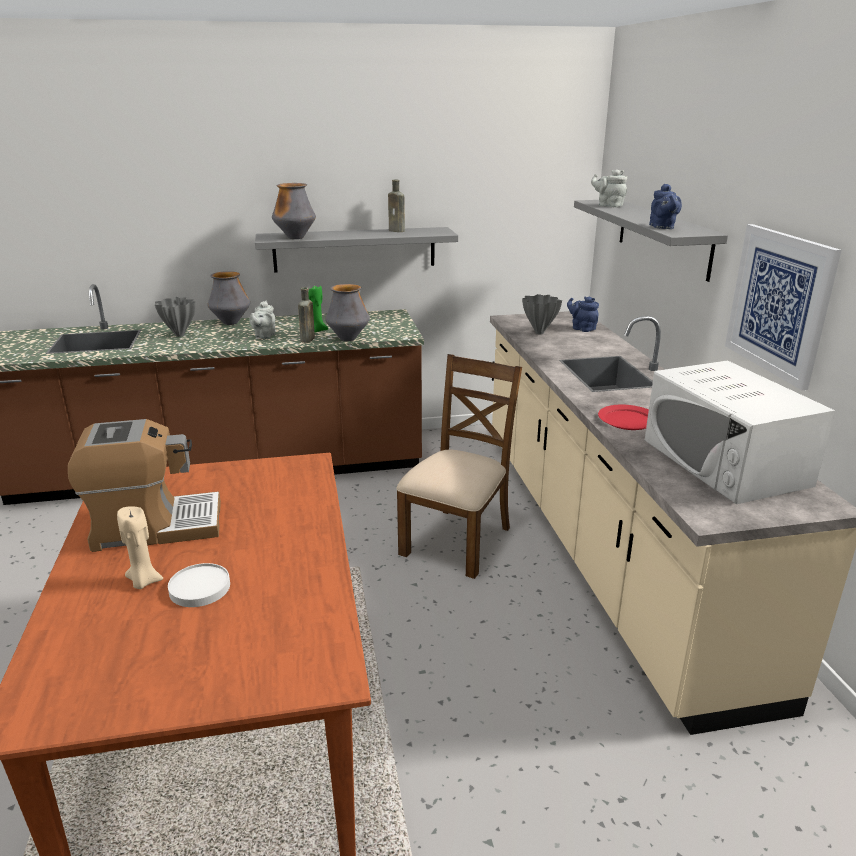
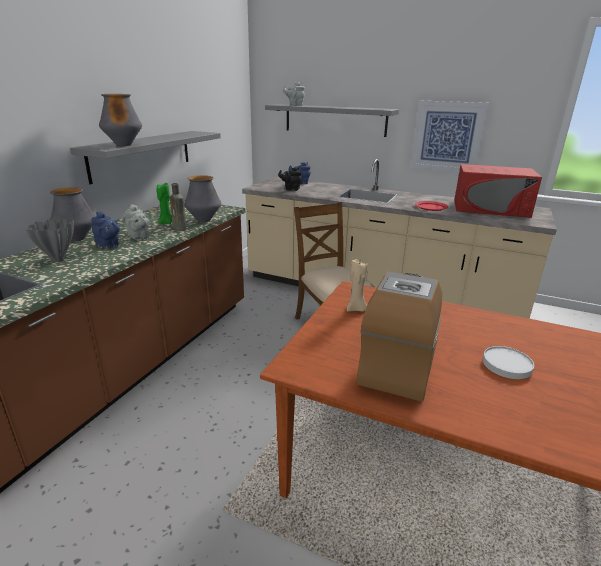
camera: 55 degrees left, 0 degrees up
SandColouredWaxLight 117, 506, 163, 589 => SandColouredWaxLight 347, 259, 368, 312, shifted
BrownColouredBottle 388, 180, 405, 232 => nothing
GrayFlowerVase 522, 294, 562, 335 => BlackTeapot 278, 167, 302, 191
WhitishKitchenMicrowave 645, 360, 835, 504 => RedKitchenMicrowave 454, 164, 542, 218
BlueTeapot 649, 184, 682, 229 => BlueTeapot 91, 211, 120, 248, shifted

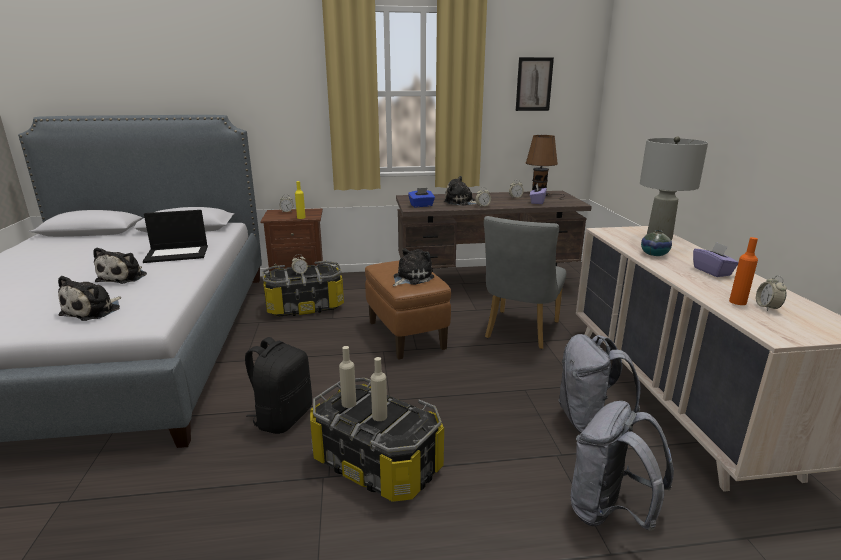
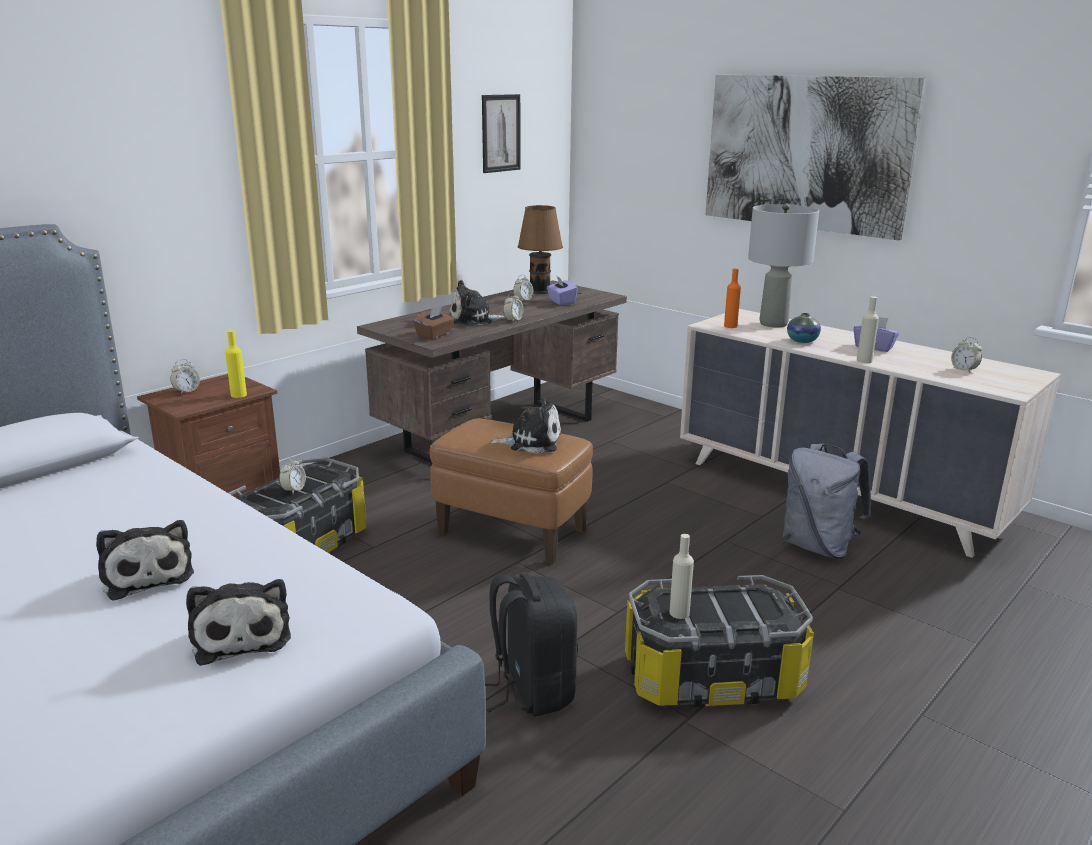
camera: 40 degrees left, 0 degrees up
NotebookComputer 143, 210, 208, 263 => nothing
SandColouredBottle 371, 357, 387, 421 => SandColouredBottle 857, 296, 879, 363, shifted
PlushToy 393, 248, 434, 287 => PlushToy 491, 397, 561, 454, 90 degrees clockwise
BlueTissueBox 408, 188, 435, 207 => BrownColouredTissueBox 413, 306, 455, 340
GrayPlainChair 484, 216, 566, 349 => nothing
GrayBackpack 571, 401, 674, 531 => nothing
OrangeBottle 729, 237, 758, 305 => OrangeBottle 724, 269, 741, 328, shifted
nothing => WallPicture 705, 75, 927, 240

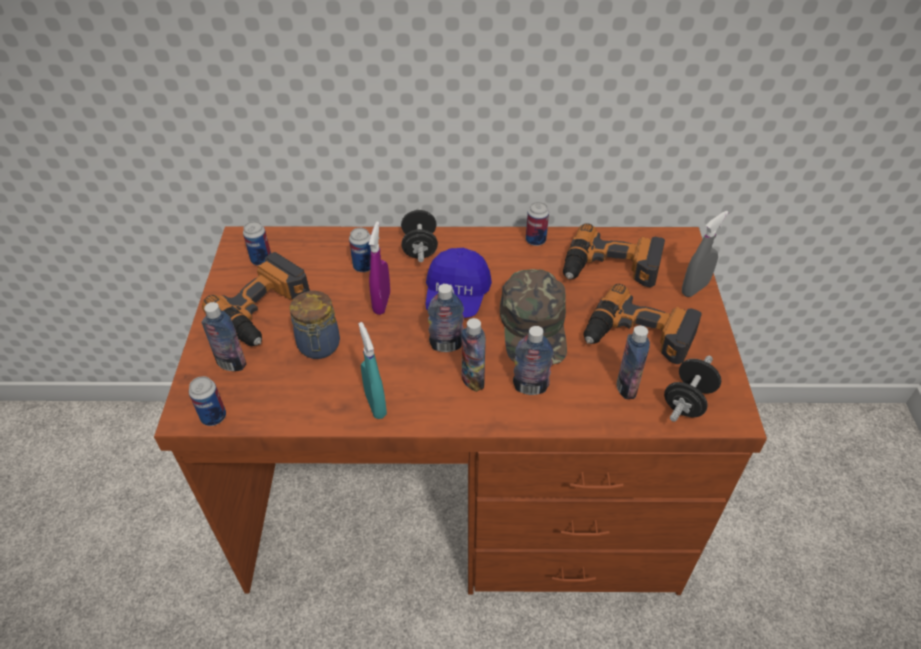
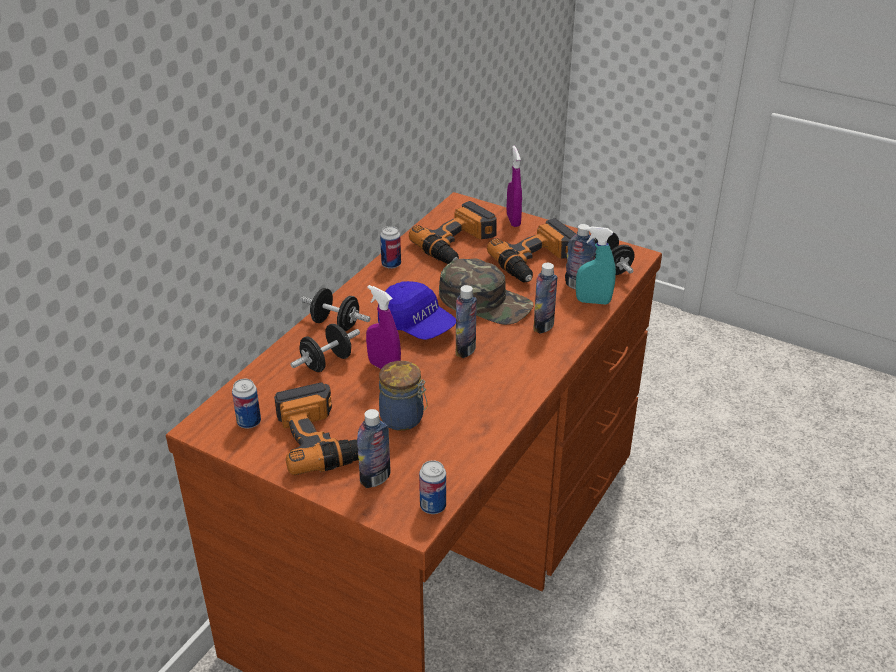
camera: 60 degrees left, 10 degrees down
Can 349, 228, 371, 272 => BlackFreeWeight 291, 324, 360, 372
TurquoiseColouredSprayBottle 359, 322, 387, 419 => TurquoiseColouredSprayBottle 576, 226, 616, 304, shifted
Bottle 461, 318, 486, 392 => nothing
GraySprayBottle 682, 211, 728, 297 => PurpleSprayBottle 507, 146, 522, 227

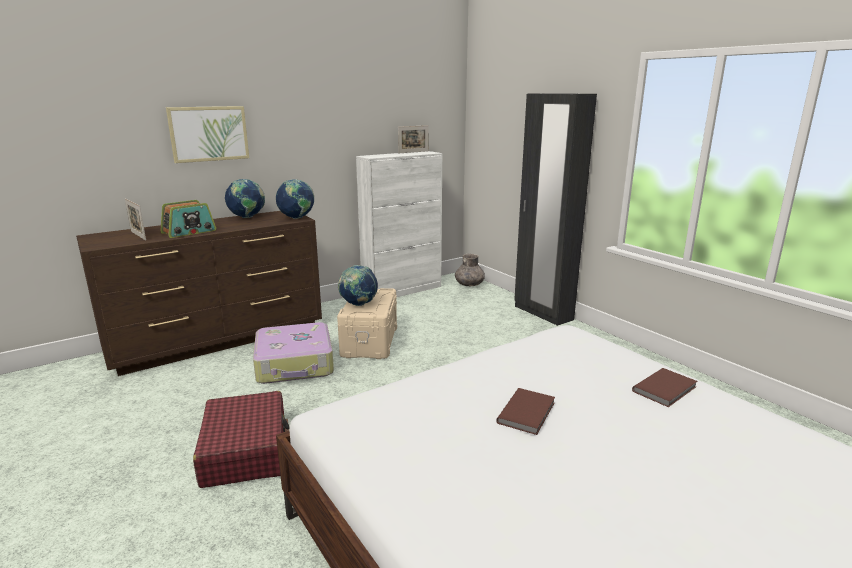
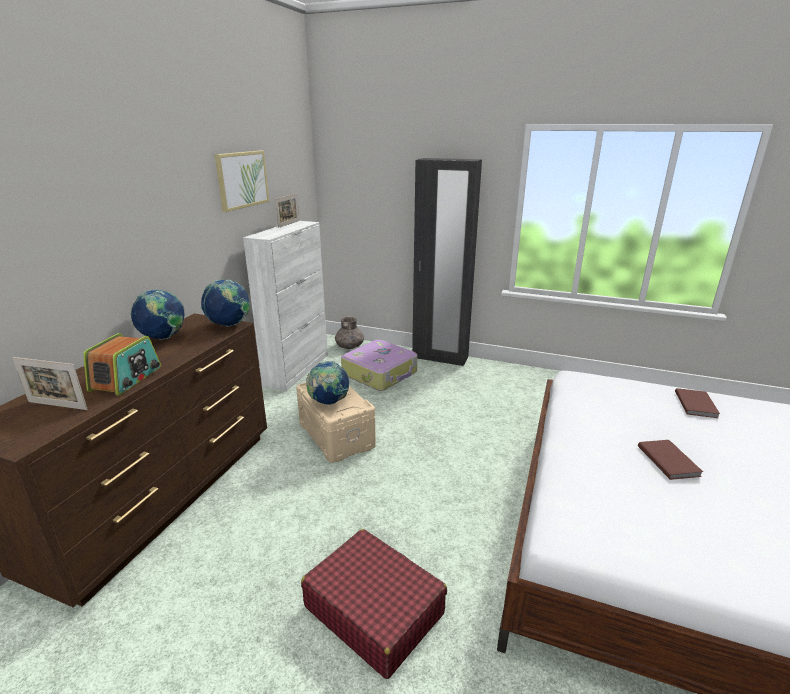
camera: 35 degrees left, 5 degrees up
WallPicture 166, 106, 249, 163 => WallPicture 214, 150, 269, 212, shifted
PieceOfLuggage 253, 322, 334, 384 => PieceOfLuggage 341, 340, 417, 391, shifted

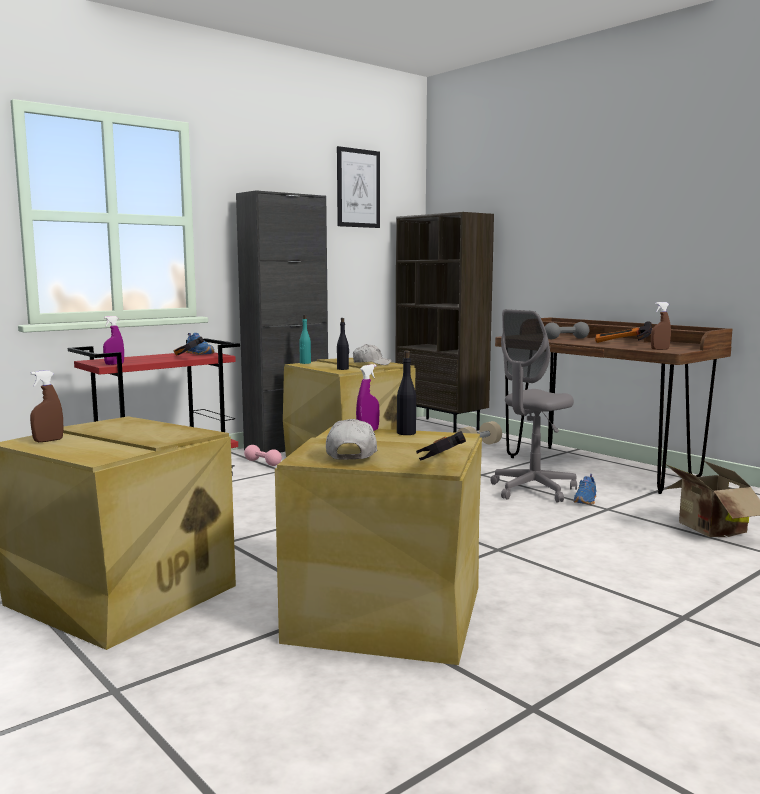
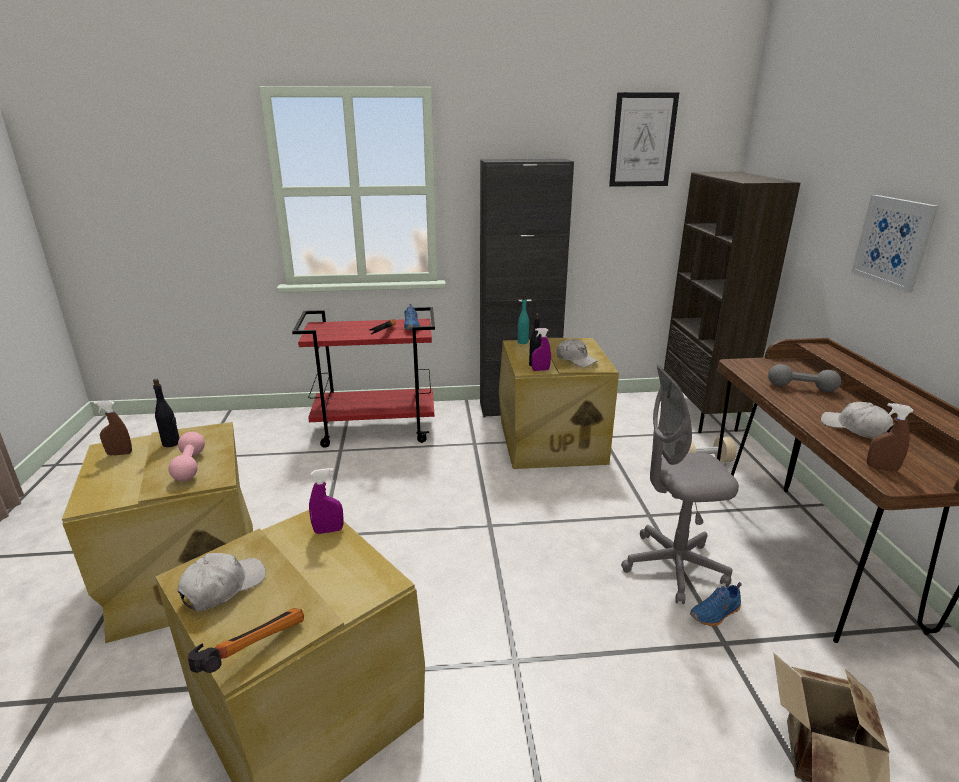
camera: 35 degrees right, 15 degrees up
PurpleSprayBottle 103, 316, 124, 365 => PurpleSprayBottle 532, 328, 551, 371, shifted
PinkColouredFreeWeight 244, 445, 282, 466 => PinkColouredFreeWeight 169, 432, 205, 481, shifted
BlackBottle 397, 351, 416, 435 => BlackBottle 153, 379, 180, 447, shifted
ToolHammer 595, 322, 652, 343 => WhitishPeakedCap 821, 402, 893, 439
nothing => WallPicture 851, 195, 939, 293

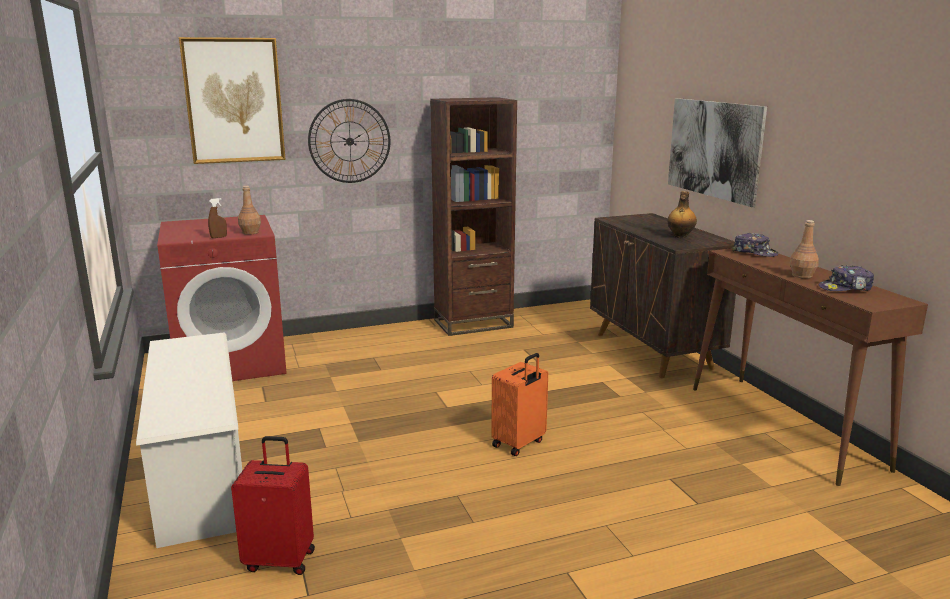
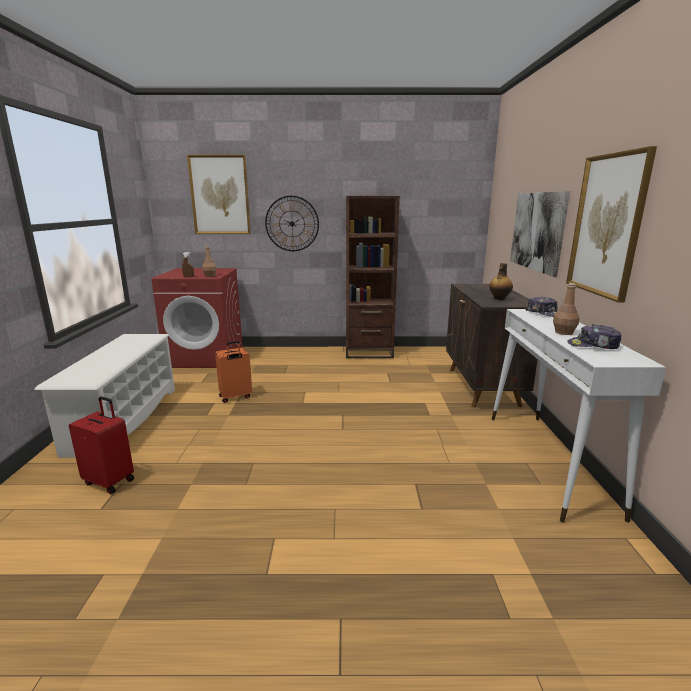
camera: 20 degrees right, 0 degrees up
OrangePieceOfLuggage 491, 353, 548, 456 => OrangePieceOfLuggage 215, 341, 252, 403, shifted
BrownColouredConsoleTable 693, 248, 928, 486 => WhitishConsoleTable 492, 309, 666, 523
nothing => WallPicture 566, 146, 657, 303

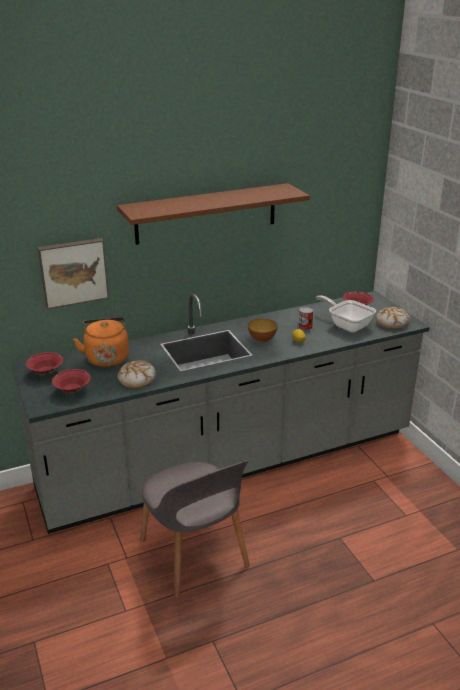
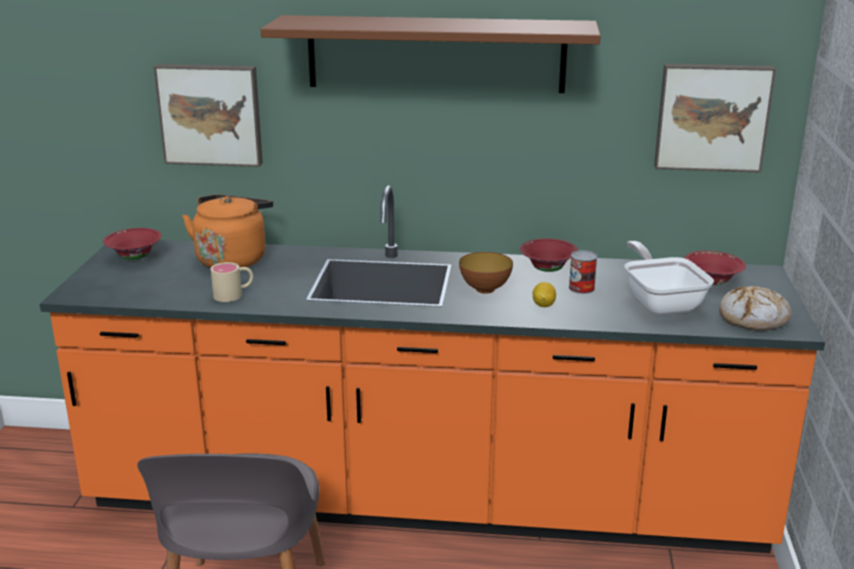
camera: 30 degrees right, 5 degrees down
GrayKitchenCounter 11, 291, 430, 534 => OrangeKitchenCounter 40, 185, 825, 553
RedServingBowl 52, 369, 91, 394 => RedServingBowl 520, 238, 578, 272, shifted
BakeryBread 117, 360, 156, 389 => SandColouredMug 211, 262, 253, 302
nothing => WallPicture 654, 64, 776, 173

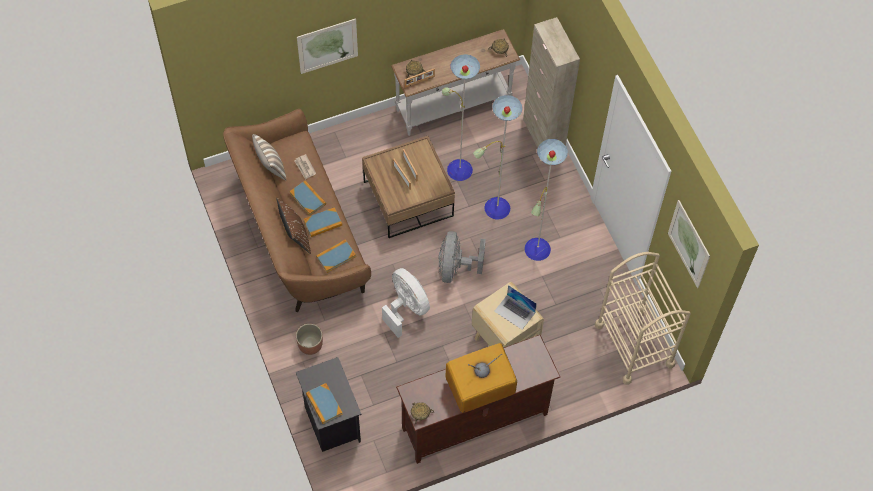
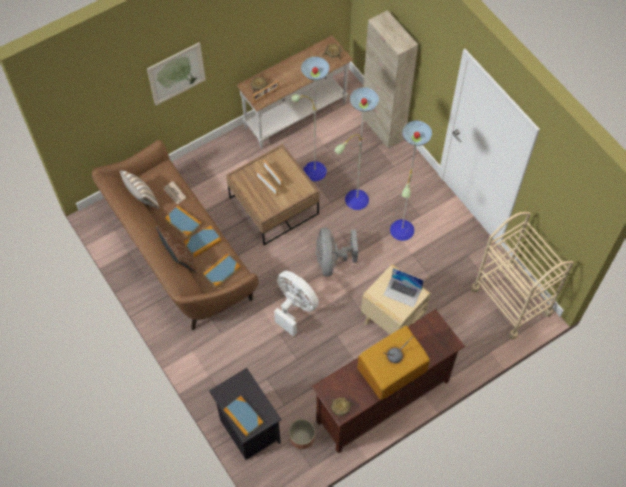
camera: 10 degrees left, 0 degrees up
Planter 296, 324, 323, 355 => Planter 289, 419, 315, 449, shifted
WallPicture 668, 200, 710, 288 => nothing

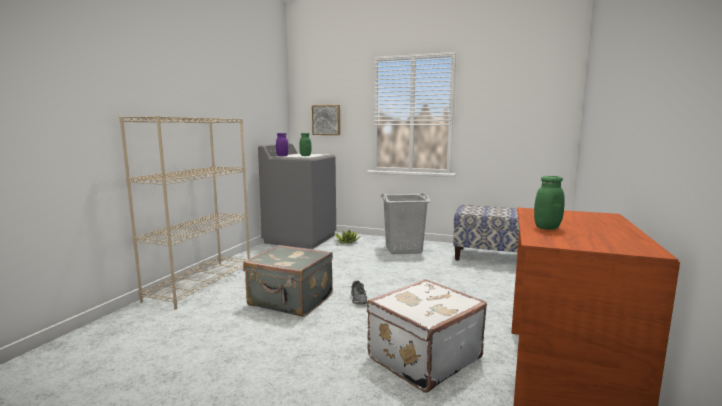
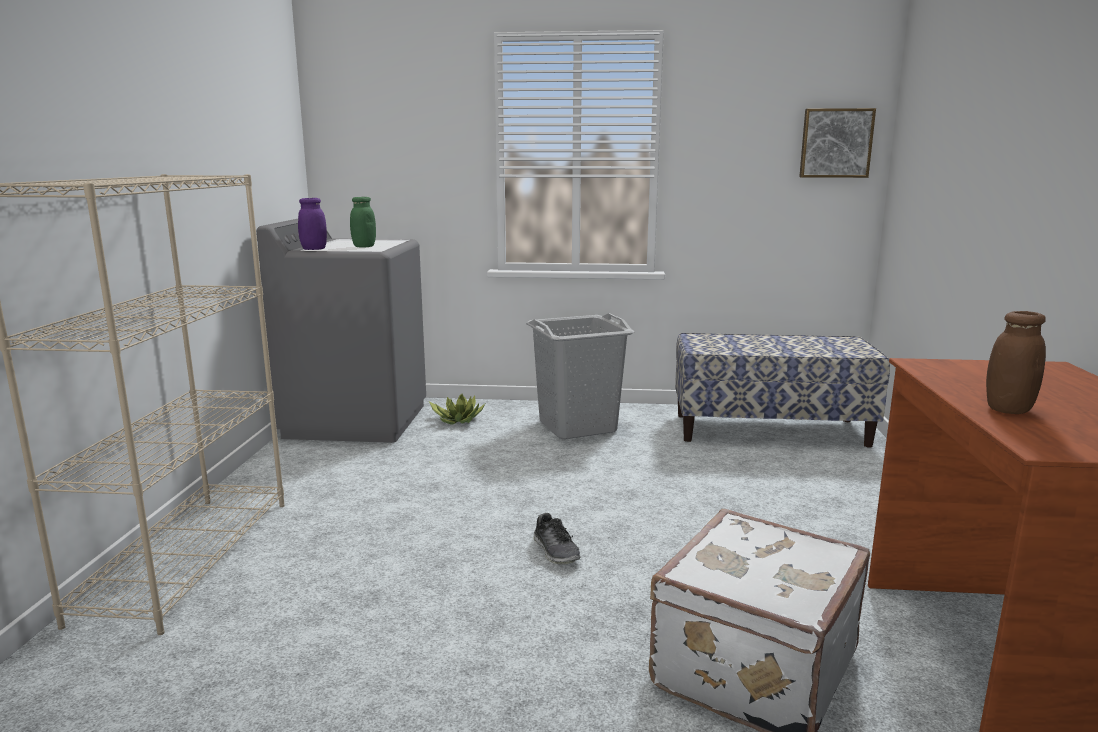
camera: 15 degrees left, 5 degrees up
GrayPieceOfLuggage 243, 245, 333, 317 => nothing
WallPicture 312, 105, 340, 135 => WallPicture 799, 108, 876, 178, shifted
GreenJar 534, 176, 565, 230 => BrownColouredJar 986, 311, 1046, 414

